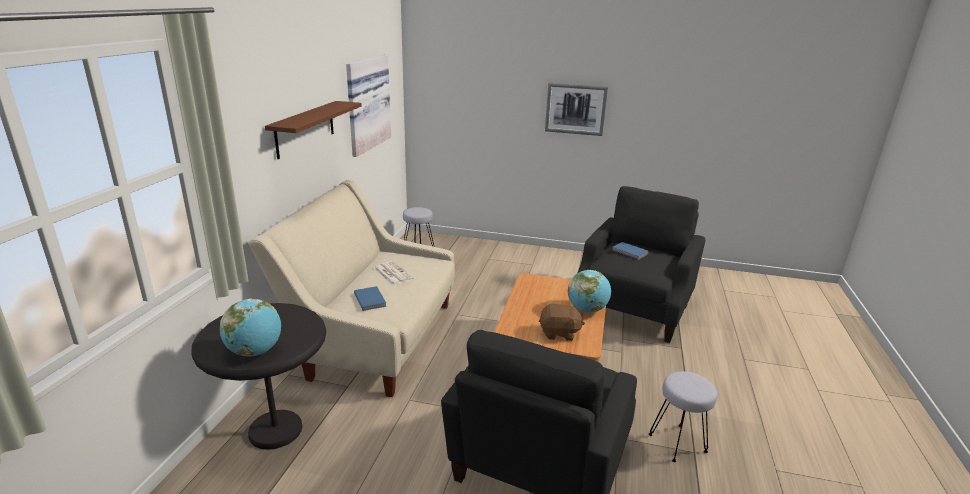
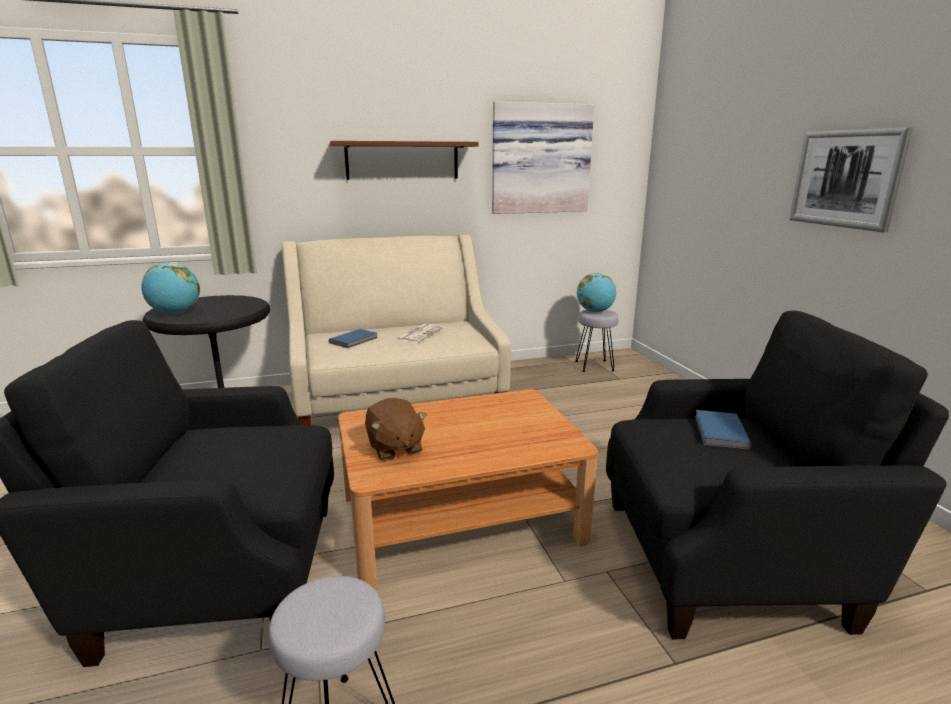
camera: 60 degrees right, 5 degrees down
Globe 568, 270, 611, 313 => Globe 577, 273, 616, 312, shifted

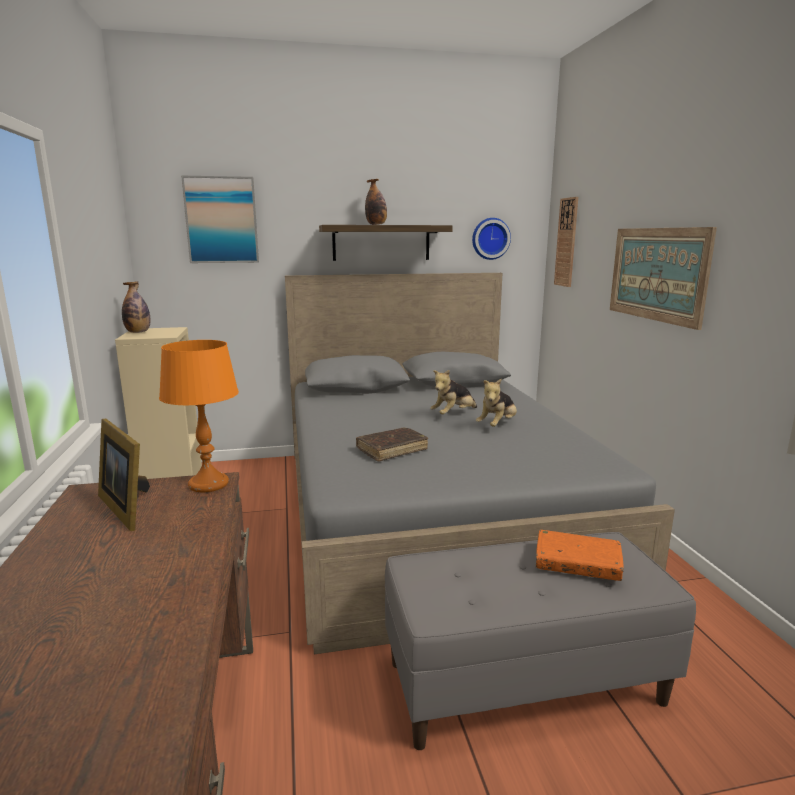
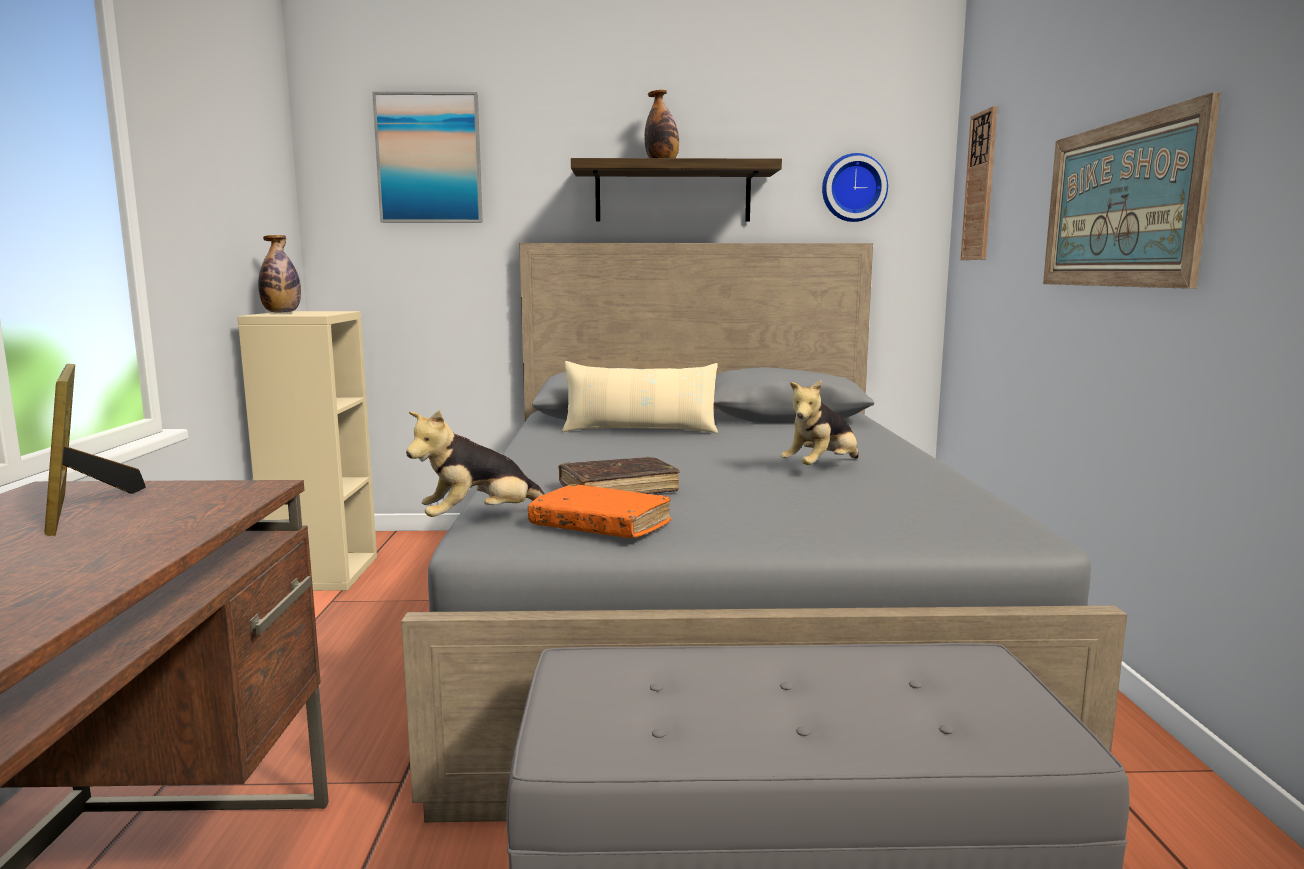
camera: 10 degrees right, 5 degrees down
OrangeTableLamp 159, 340, 239, 492 => nothing
PlushToy 430, 370, 477, 414 => PlushToy 406, 410, 545, 517, shifted
OrangeVolume 536, 530, 624, 581 => OrangeVolume 528, 484, 671, 539, shifted
nothing => SandColouredThrowPillow 562, 361, 718, 433

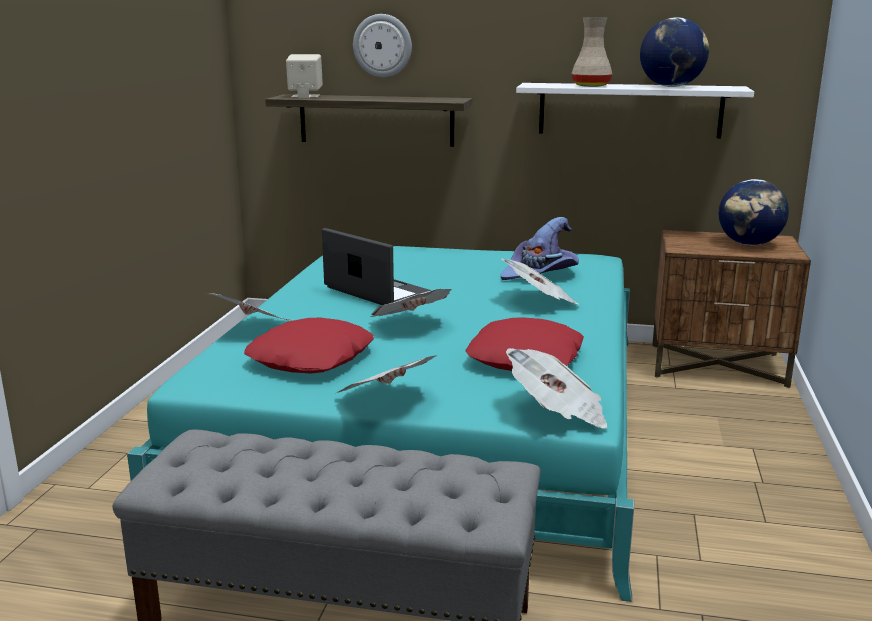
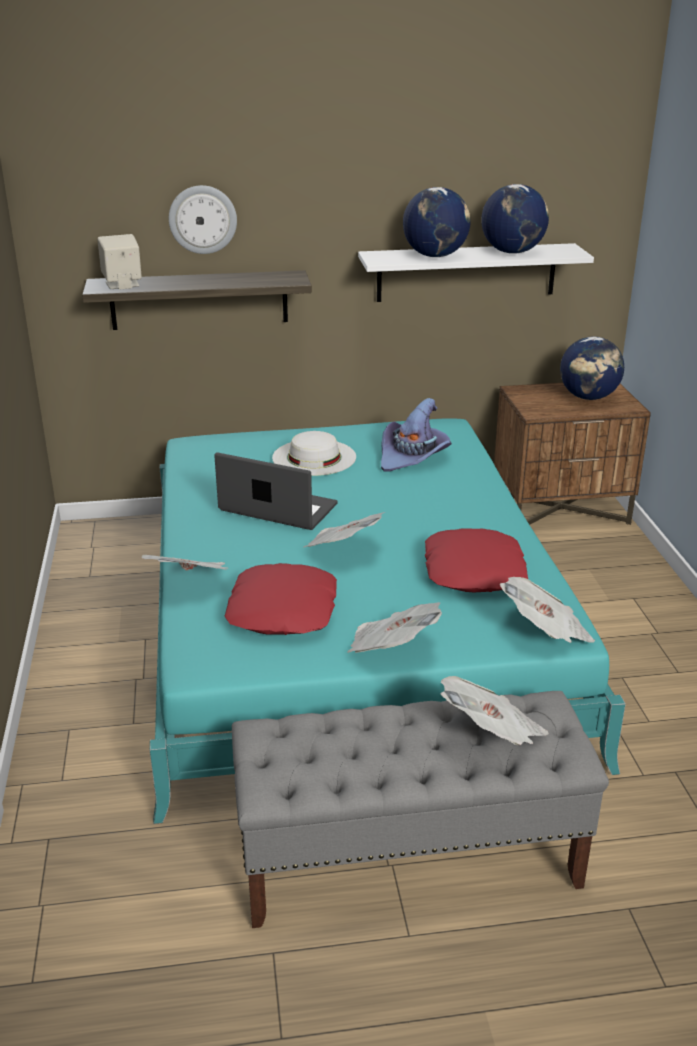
camera: 20 degrees left, 10 degrees up
Newspaper 500, 258, 578, 304 => Newspaper 440, 676, 549, 746, shifted
SandColouredFlowerVase 571, 17, 612, 87 => Globe 403, 187, 471, 257
nothing => WhitishClothingHat 272, 431, 356, 476

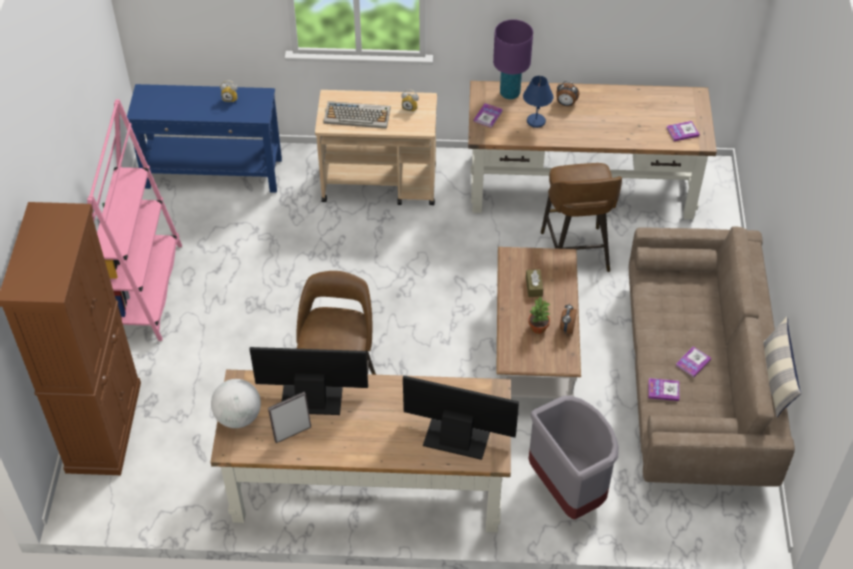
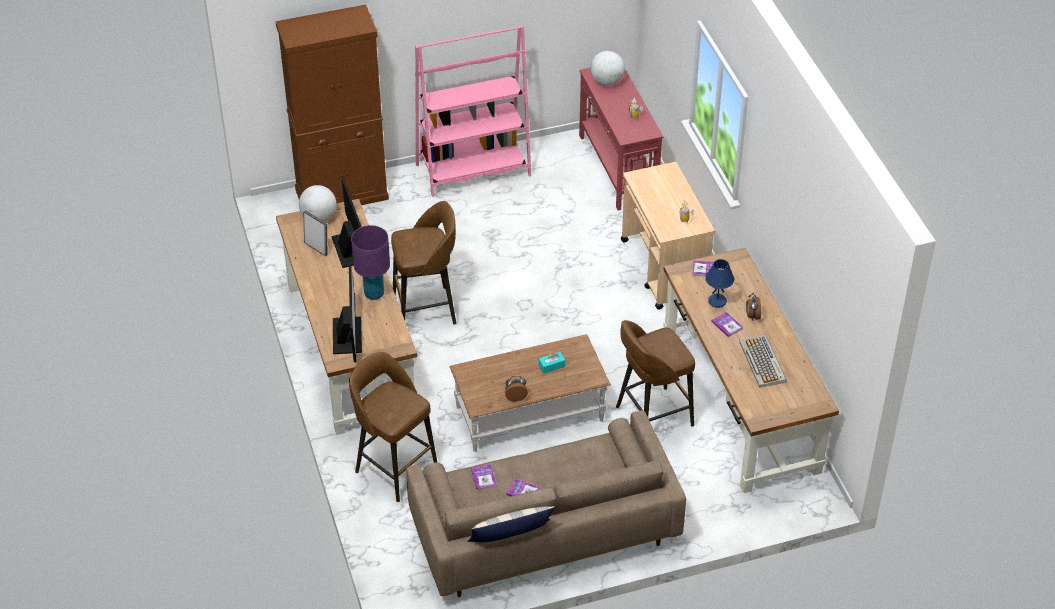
camera: 70 degrees right, 5 degrees down
BlueConsoleTable 127, 84, 282, 193 => RedConsoleTable 579, 68, 663, 211
PcKeyboard 324, 101, 390, 129 => PcKeyboard 739, 335, 787, 388, shifted
PurpleTableLamp 493, 19, 533, 99 => PurpleTableLamp 351, 225, 390, 300, shifted
BrownColouredTissueBox 526, 269, 543, 297 => TurquoiseColouredTissueBox 538, 352, 565, 374
Houseplant 528, 297, 551, 334 => nothing
GrayRubbishBin 529, 396, 619, 519 => BrownColouredStool 349, 352, 438, 502
Volume 667, 121, 700, 141 => Volume 711, 312, 743, 337, shifted
nothing => Globe 590, 51, 625, 86

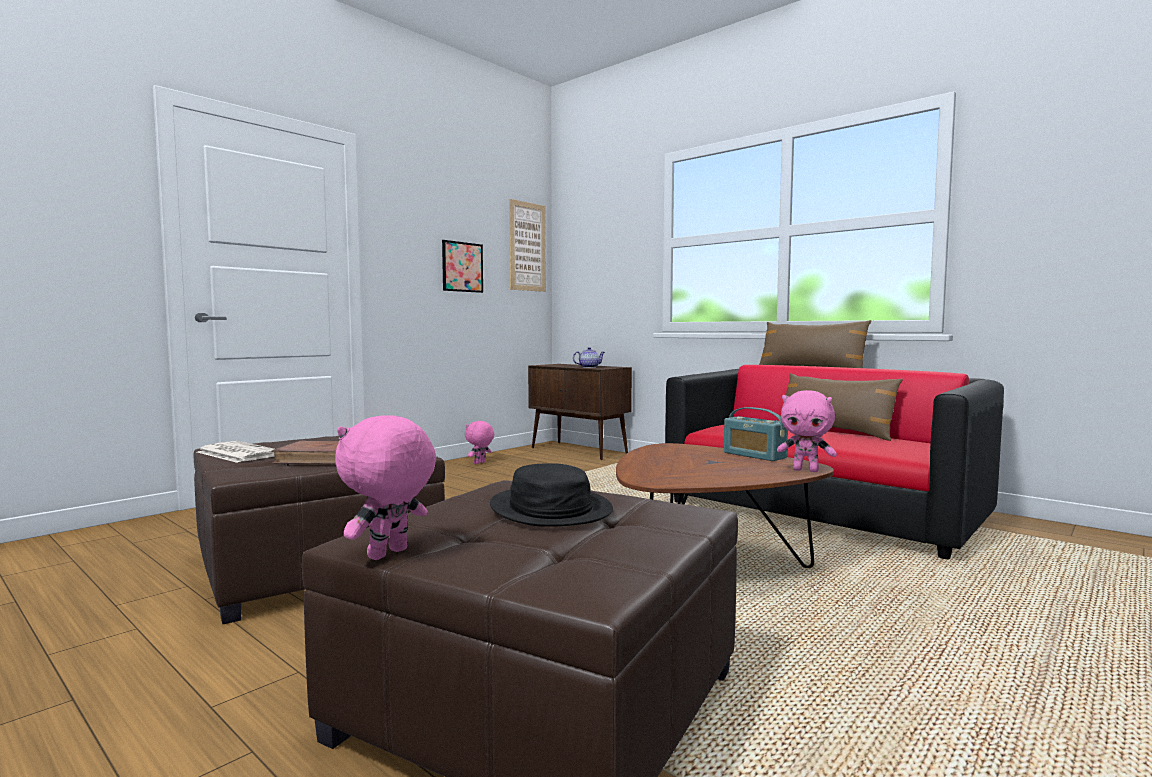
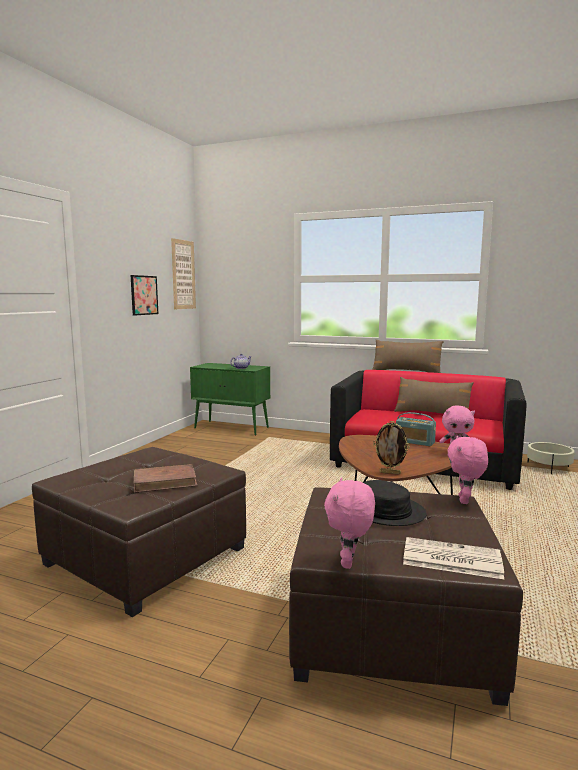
camera: 20 degrees left, 5 degrees up
Newspaper 197, 441, 274, 463 => Newspaper 403, 537, 504, 579, shifted
PinkColouredPlushToy 465, 421, 494, 464 => PinkColouredPlushToy 447, 436, 488, 504, shifted
BrownColouredCabinet 528, 364, 632, 460 => GreenCabinet 190, 363, 270, 436
nothing => StandingFrame 373, 421, 410, 475
nothing => SandColouredPlanter 527, 442, 575, 475

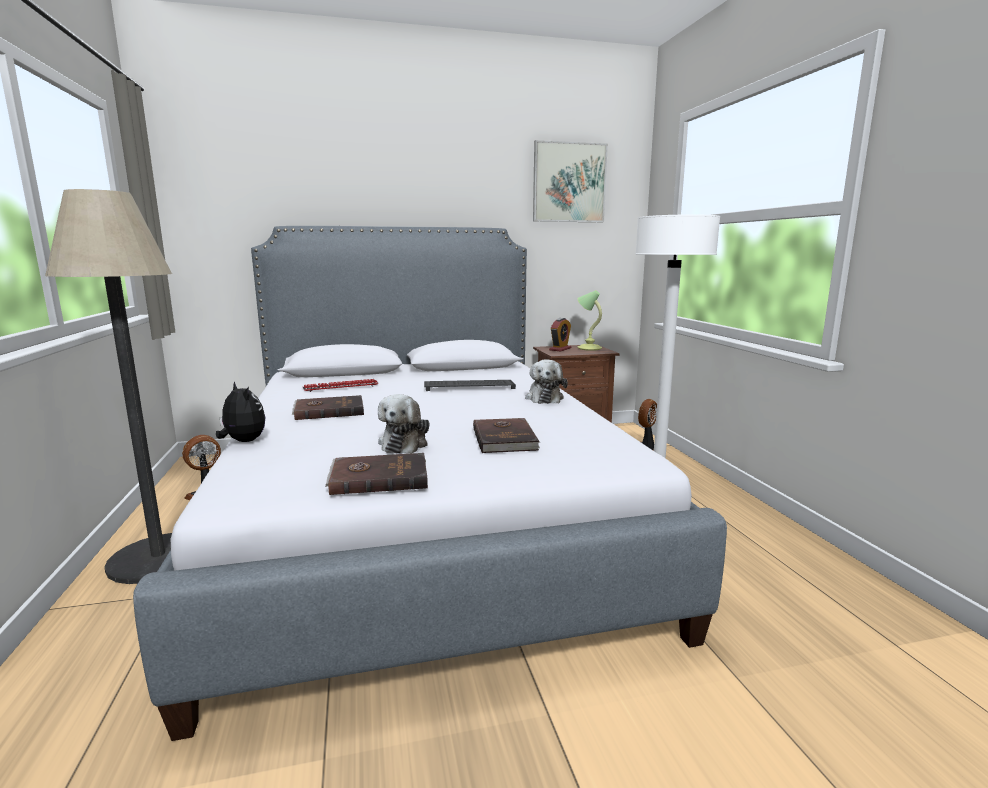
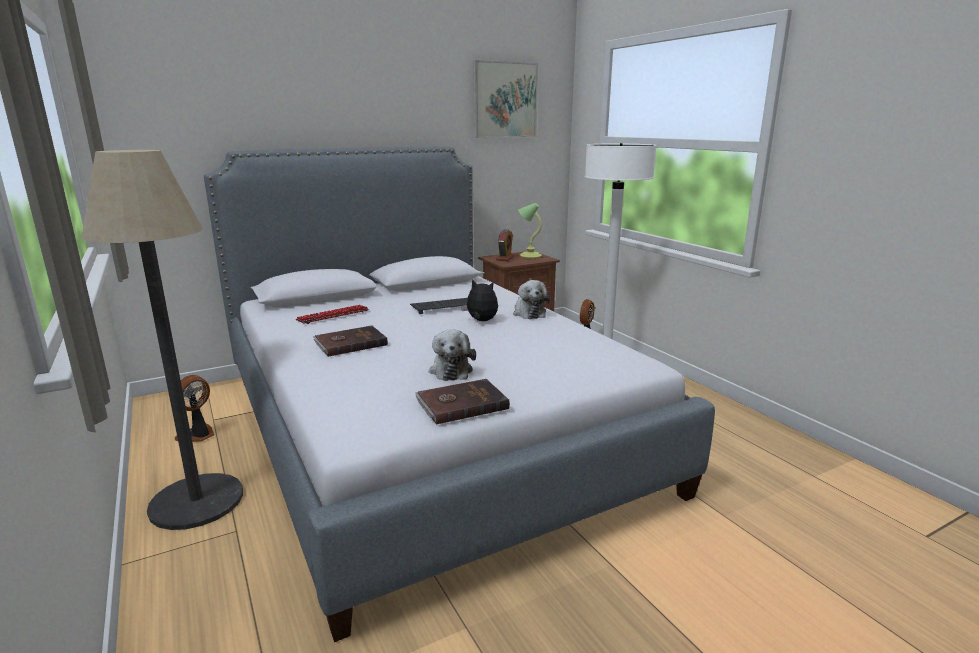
camera: 15 degrees left, 5 degrees up
PlushToy 216, 381, 265, 442 => PlushToy 461, 279, 498, 321, shifted
BrownColouredVolume 473, 418, 540, 453 => nothing

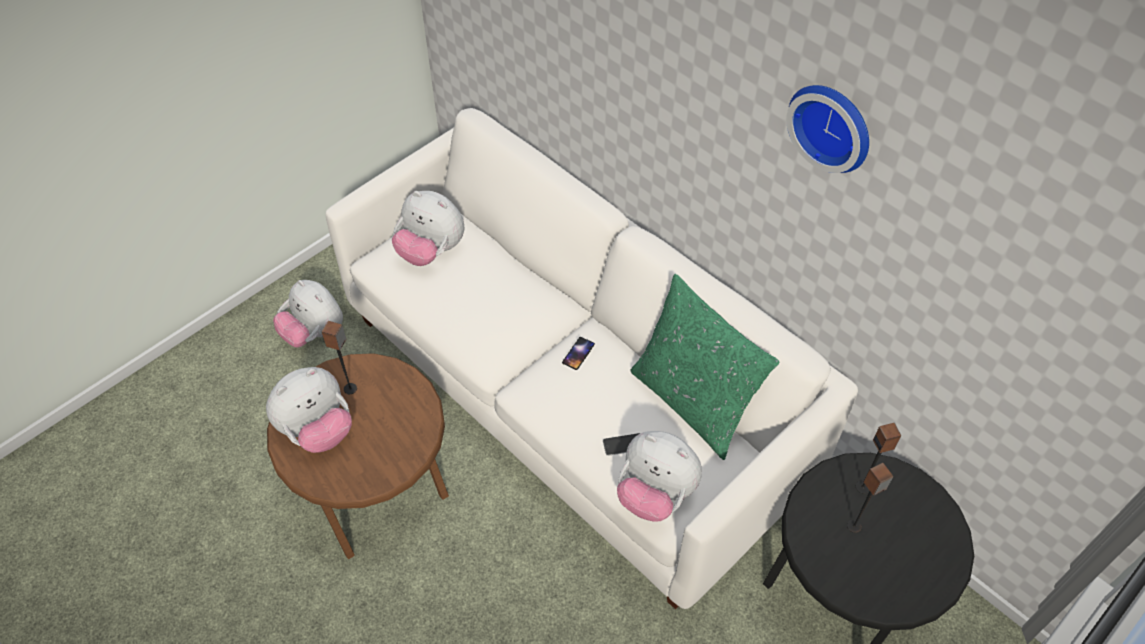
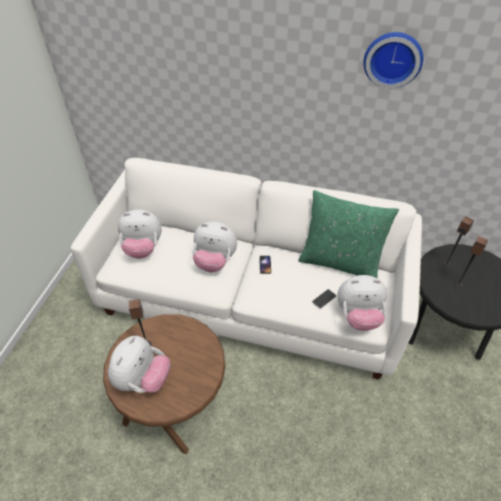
camera: 30 degrees left, 5 degrees down
PlushToy 273, 280, 343, 347 => PlushToy 192, 222, 237, 272, shifted

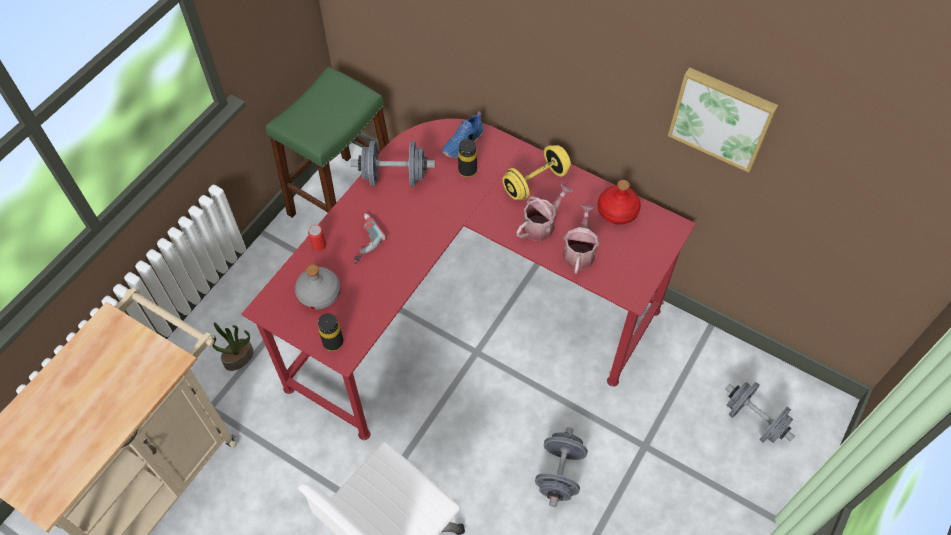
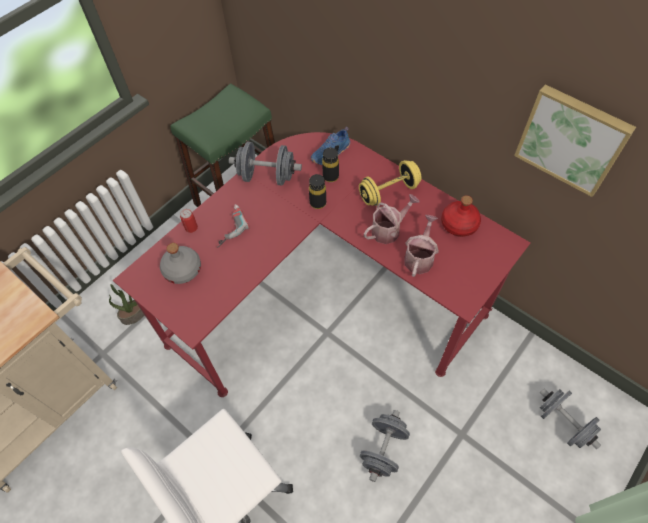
camera: 10 degrees right, 0 degrees up
BlackBottle 318, 313, 344, 351 => BlackBottle 309, 174, 326, 209, shifted

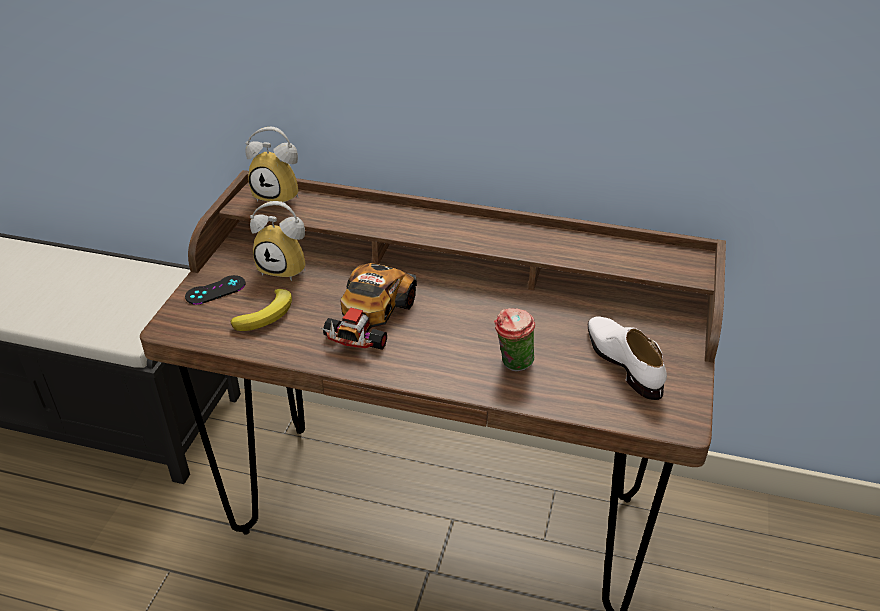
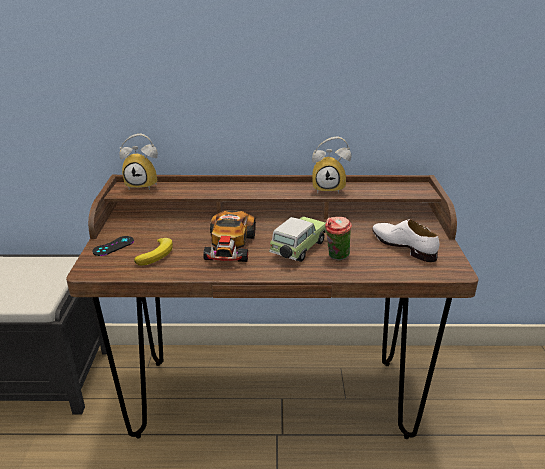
camera: 15 degrees left, 10 degrees down
AlarmClock 250, 201, 305, 281 => AlarmClock 312, 137, 351, 194, shifted
nothing => ModelCar 269, 216, 326, 262

